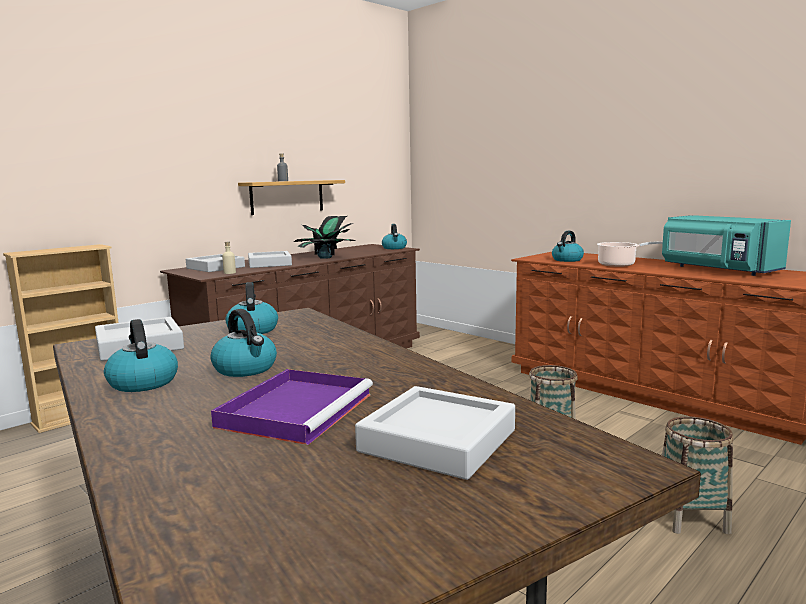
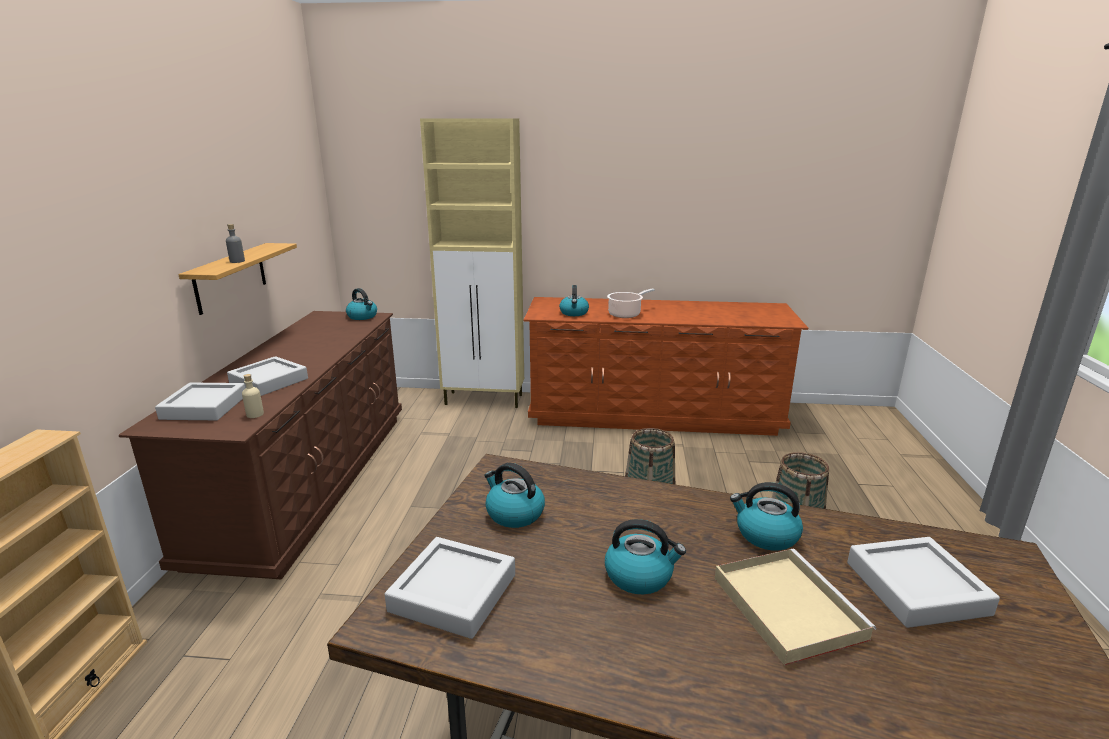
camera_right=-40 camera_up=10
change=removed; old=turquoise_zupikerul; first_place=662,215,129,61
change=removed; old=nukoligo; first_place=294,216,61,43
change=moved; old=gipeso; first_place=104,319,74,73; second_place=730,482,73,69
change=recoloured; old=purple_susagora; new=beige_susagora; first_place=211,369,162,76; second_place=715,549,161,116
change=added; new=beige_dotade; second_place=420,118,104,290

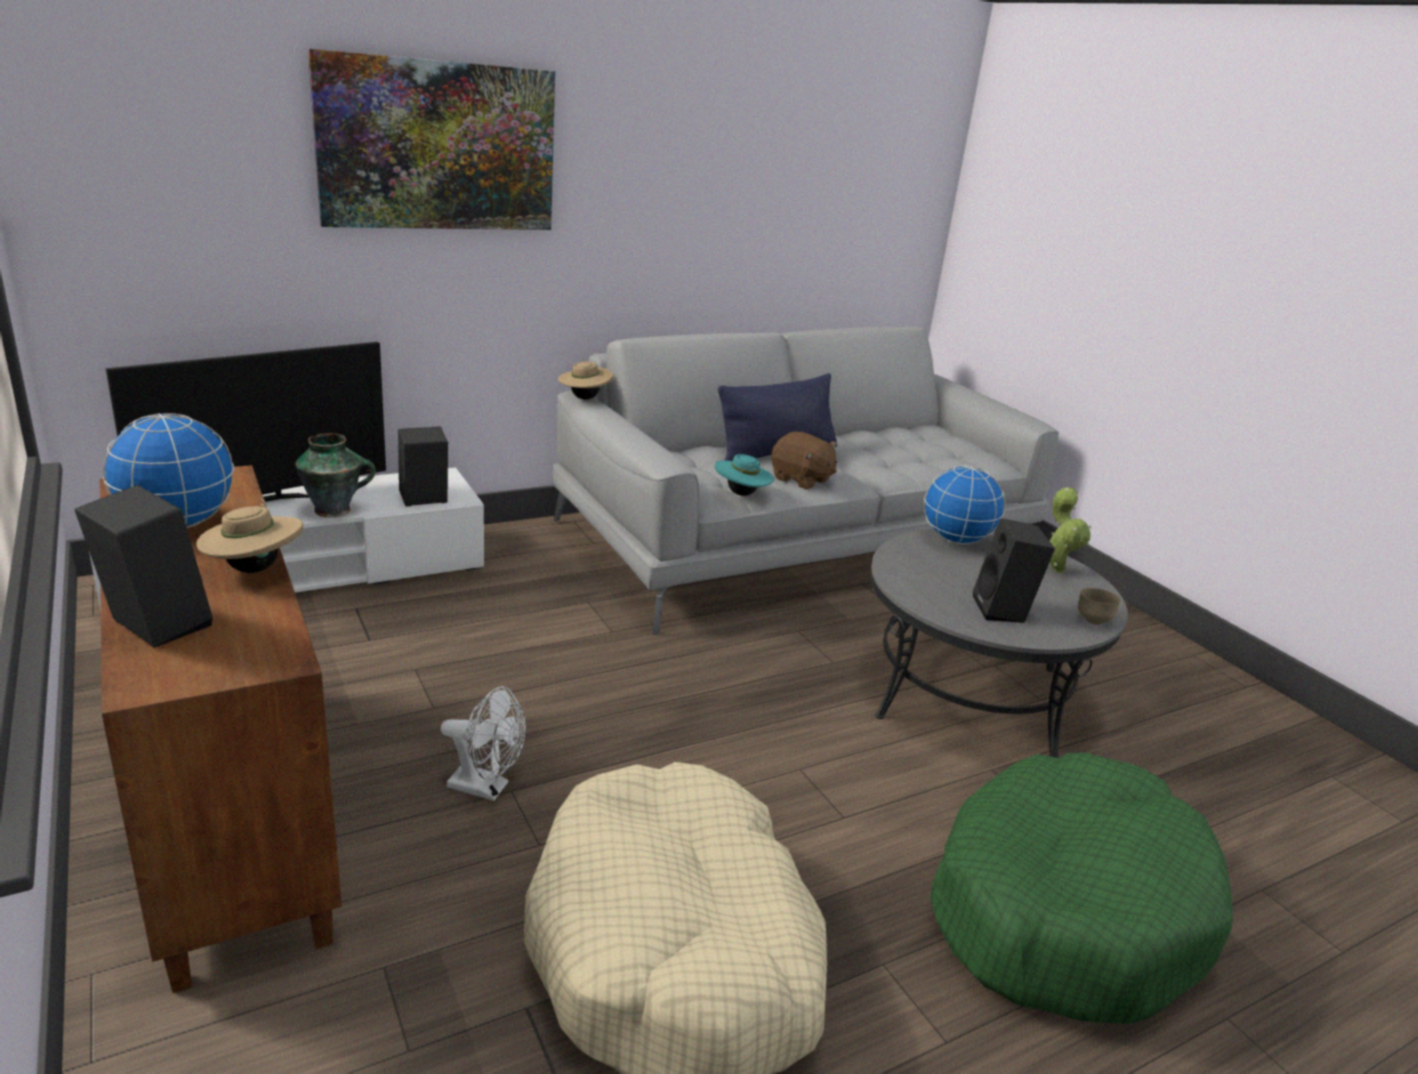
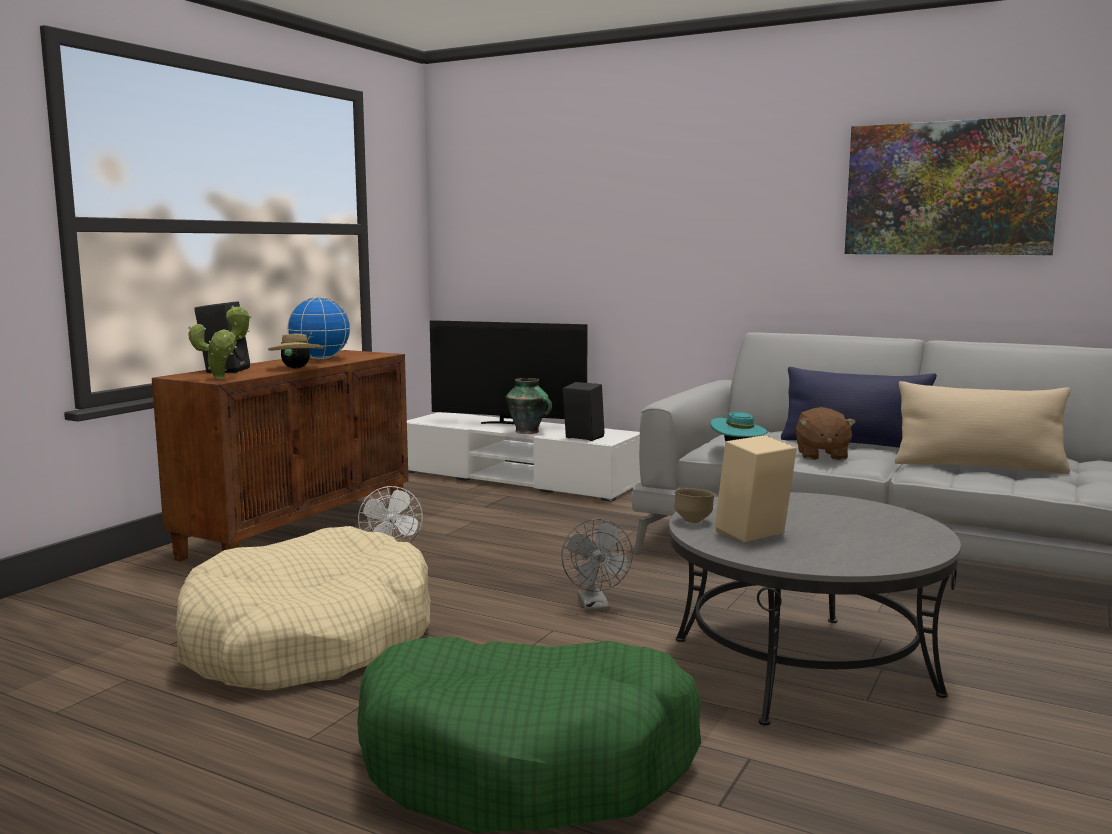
camera_right=60 camera_up=-15
change=moved; old=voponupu; first_place=308,48,247,182; second_place=845,114,221,141
change=removed; old=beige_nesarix; first_place=558,358,56,42
change=removed; old=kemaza; first_place=924,465,81,79
change=moved; old=nukoligo; first_place=1050,487,42,87; second_place=188,306,63,73
change=recoloured; old=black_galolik; new=beige_galolik; first_place=973,518,82,105; second_place=715,435,82,108
change=moved; old=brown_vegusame; first_place=1077,588,44,37; second_place=674,488,41,35
change=added; new=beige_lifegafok; second_place=895,381,176,93
change=added; new=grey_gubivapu; second_place=561,519,72,92

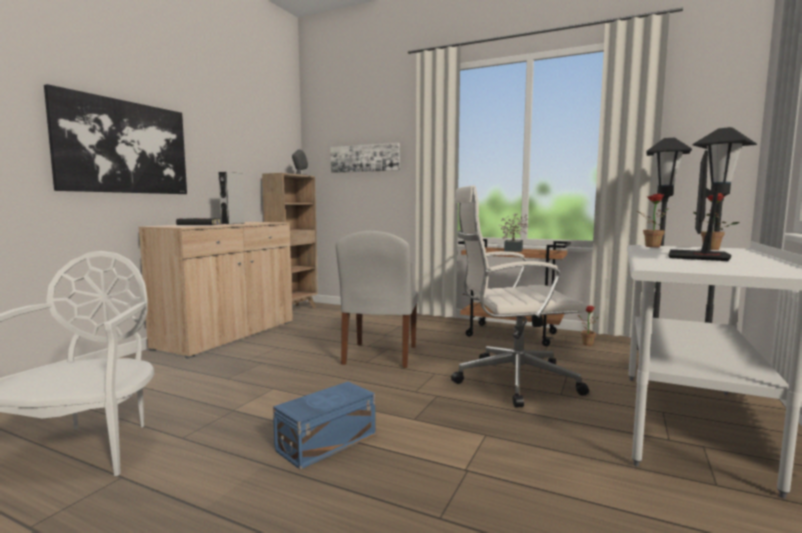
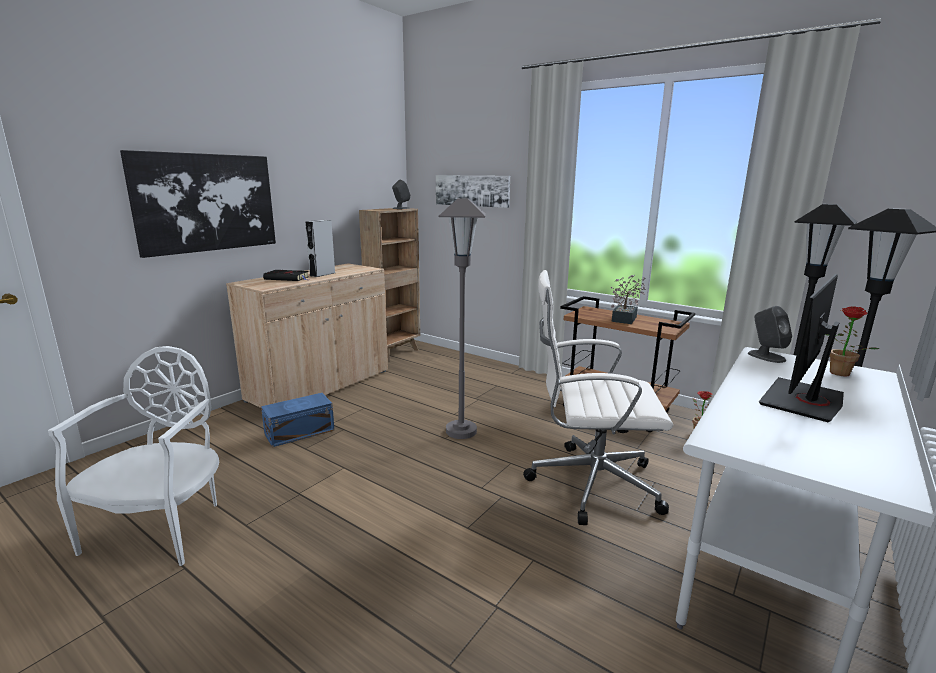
camera_right=10 camera_up=10
change=replaced; old=nukoligo; new=grey_galolik; first_place=637,194,32,53; second_place=748,306,44,57
change=replaced; old=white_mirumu; new=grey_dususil; first_place=336,231,82,137; second_place=439,198,46,241
change=moved; old=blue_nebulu; first_place=273,382,102,87; second_place=261,393,73,54

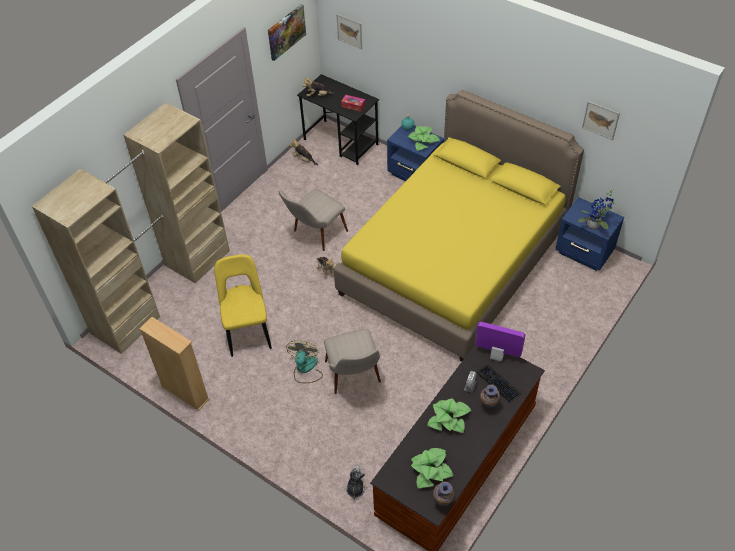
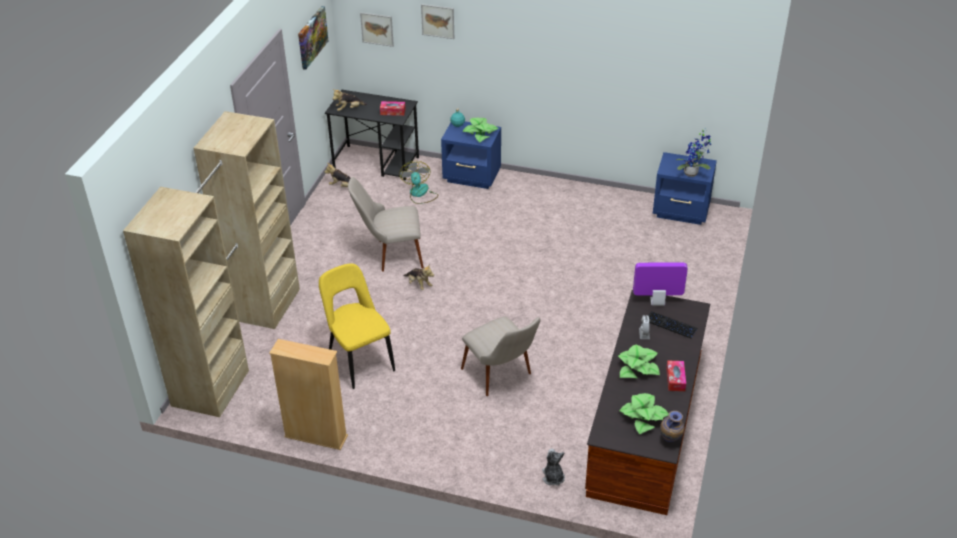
camera_right=-20 camera_up=-10
change=removed; old=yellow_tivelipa; first_place=334,90,250,272
change=moved; old=voponupu; first_place=582,101,38,39; second_place=421,4,33,35
change=turned; old=beige_mirumu; first_place=278,189,70,62; second_place=348,177,76,95; degrees=60
change=moved; old=gubivapu; first_place=286,340,37,43; second_place=399,161,40,43
change=removed; old=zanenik; first_place=480,385,21,23
change=added; new=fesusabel; second_place=666,360,20,31

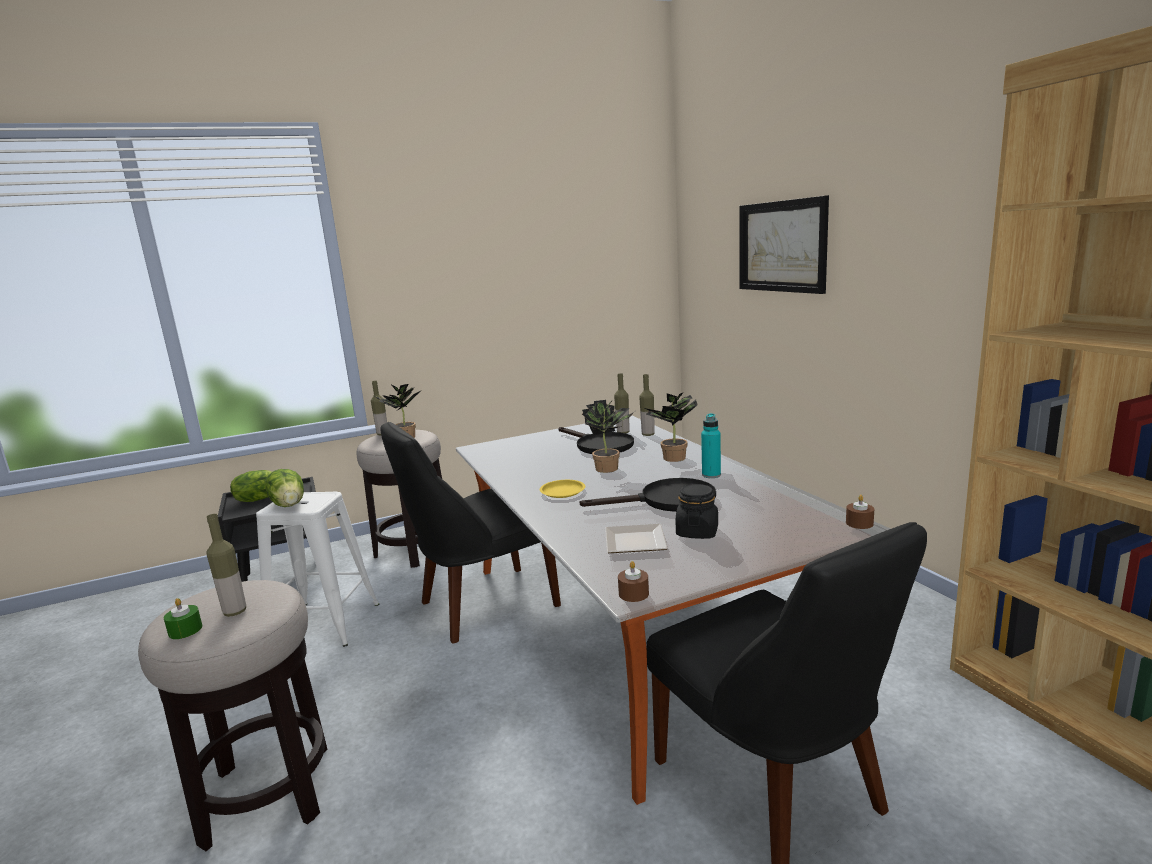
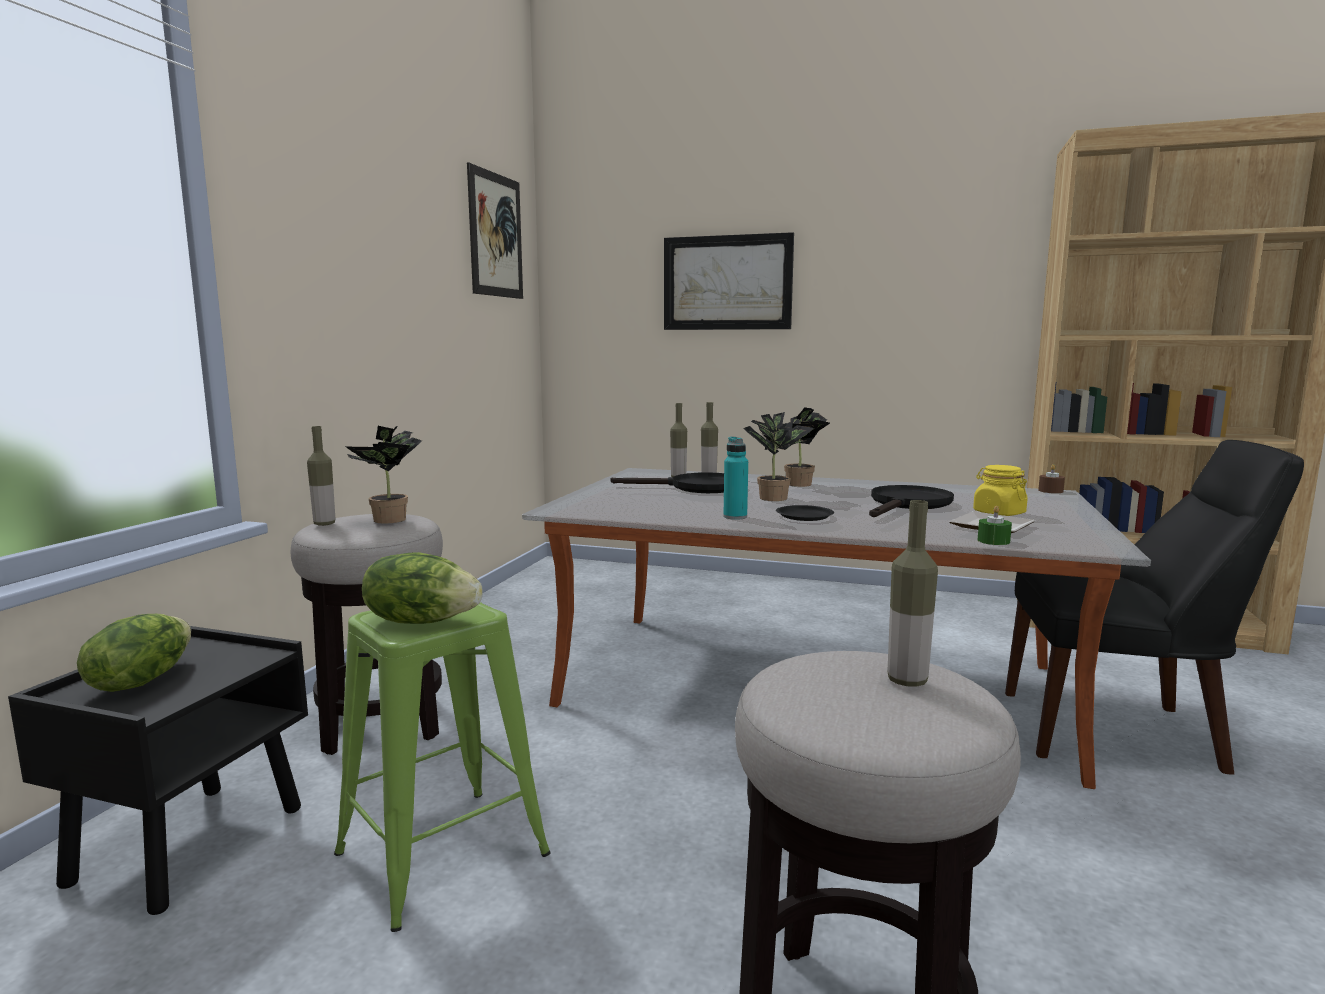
camera_right=-50 camera_up=-5
change=moved; old=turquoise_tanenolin; first_place=701,413,20,65; second_place=723,437,25,83
change=removed; old=black_mirumu; first_place=381,422,180,222
change=recoloured; old=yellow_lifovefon; new=black_lifovefon; first_place=539,480,46,18; second_place=776,505,58,16
change=recoloured; old=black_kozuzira; new=yellow_kozuzira; first_place=676,484,42,55; second_place=973,465,55,51
change=recoloured; old=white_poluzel; new=green_poluzel; first_place=256,492,123,155; second_place=334,602,217,330
change=removed; old=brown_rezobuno; first_place=618,561,31,41
change=moved; old=green_rezobuno; first_place=164,598,38,41; second_place=978,506,34,39
change=added; new=voponupu; second_place=467,162,56,137

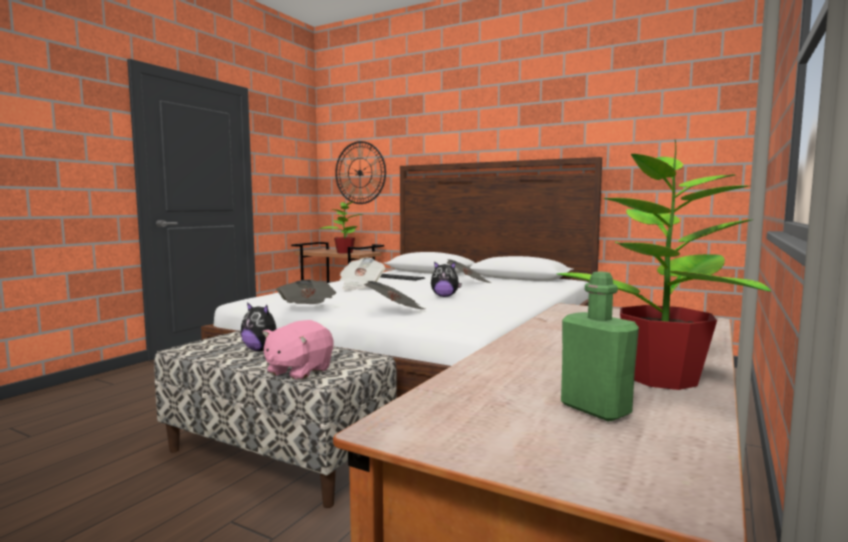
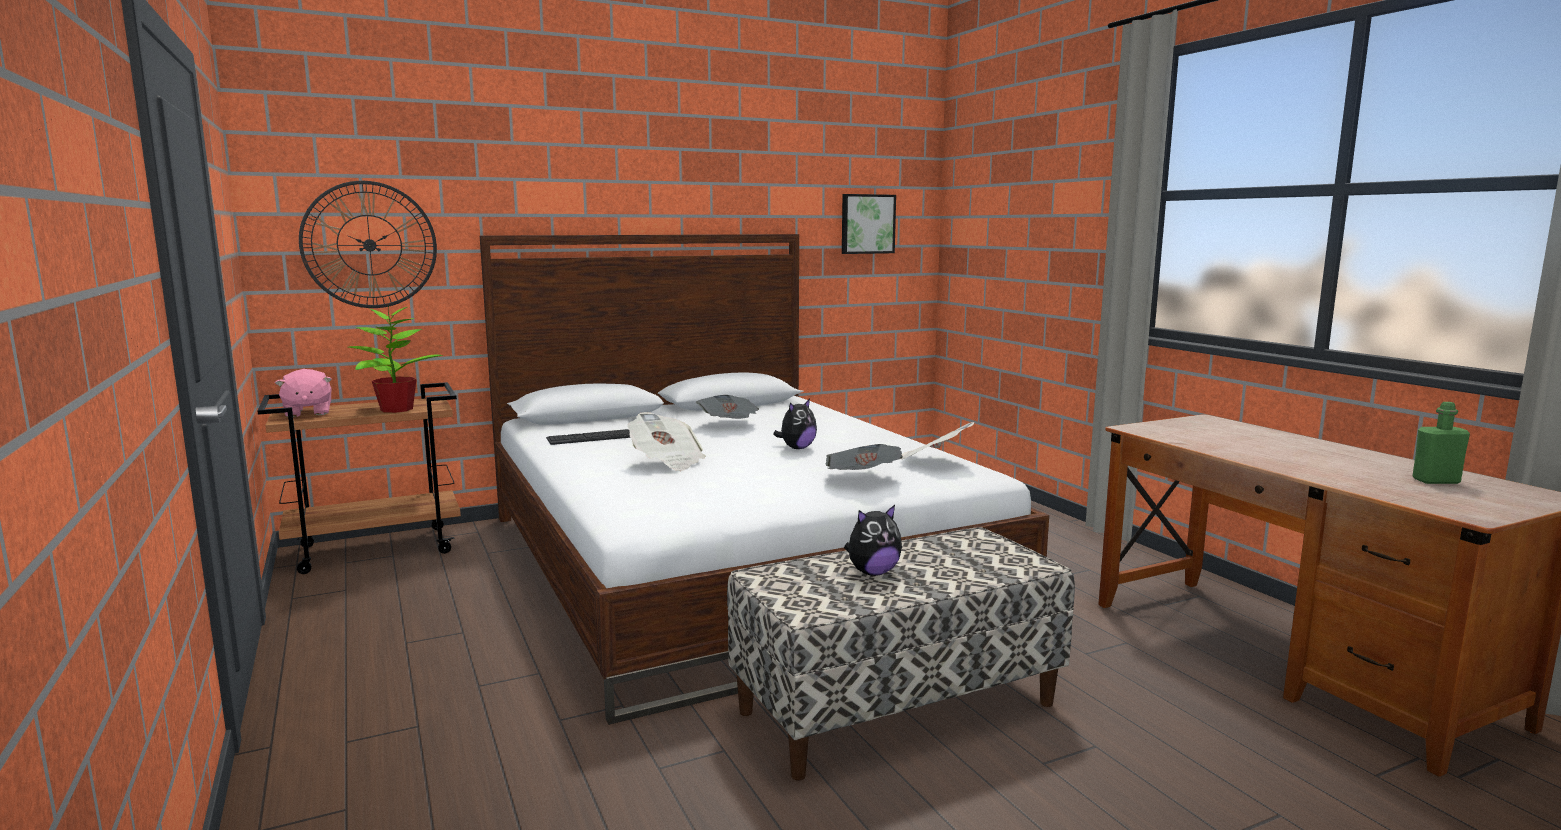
camera_right=-55 camera_up=5
change=removed; old=nukoligo; first_place=557,140,214,250
change=moved; old=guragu; first_place=276,280,60,24; second_place=901,422,74,38
change=moved; old=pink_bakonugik; first_place=262,320,72,60; second_place=275,369,57,48
change=added; new=voponupu; second_place=842,194,54,60

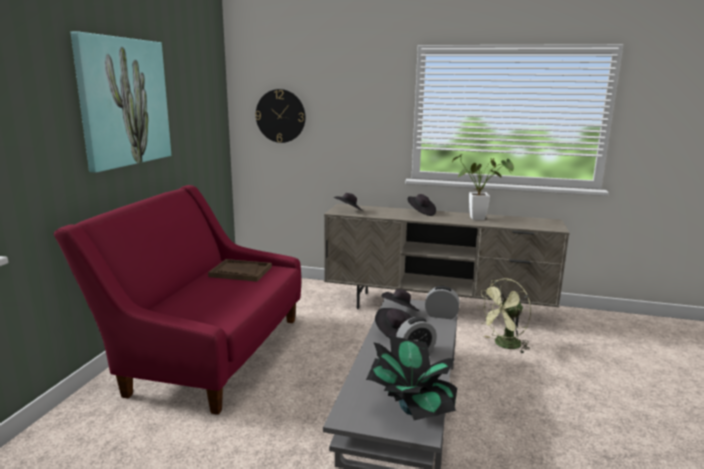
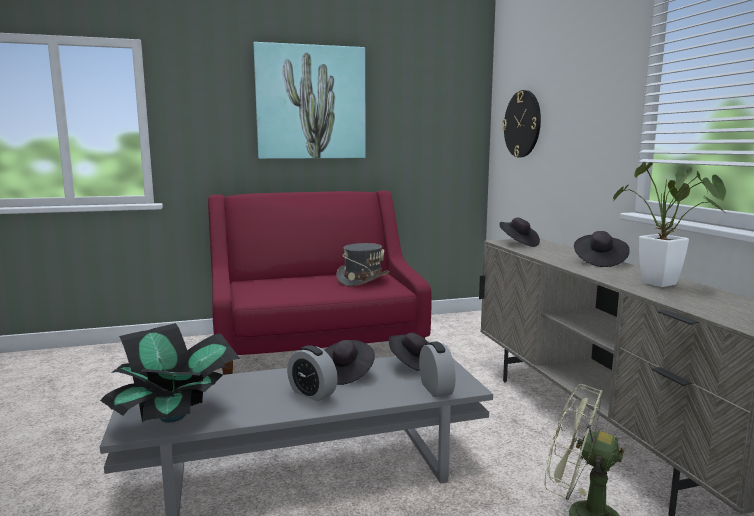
camera_right=60 camera_up=-5
change=replaced; old=brown_susagora; new=grey_nesarix; first_place=208,259,64,23; second_place=336,243,53,44

